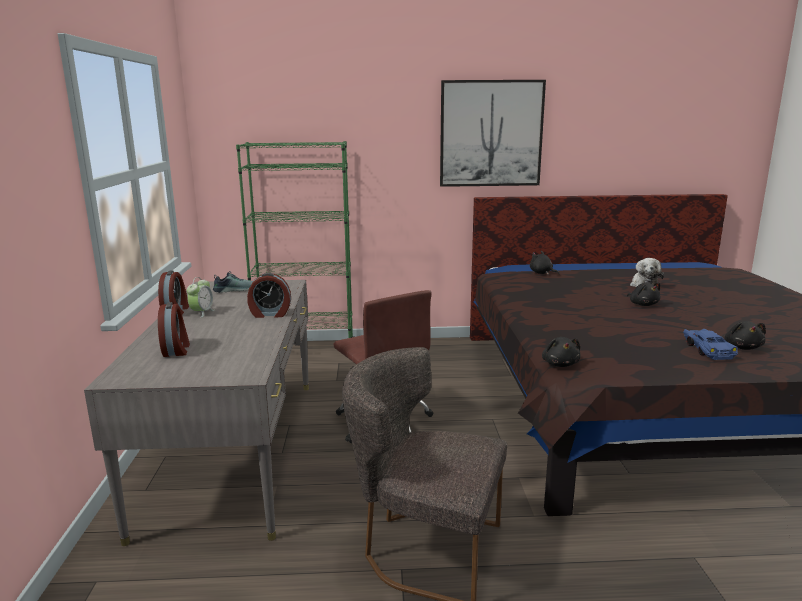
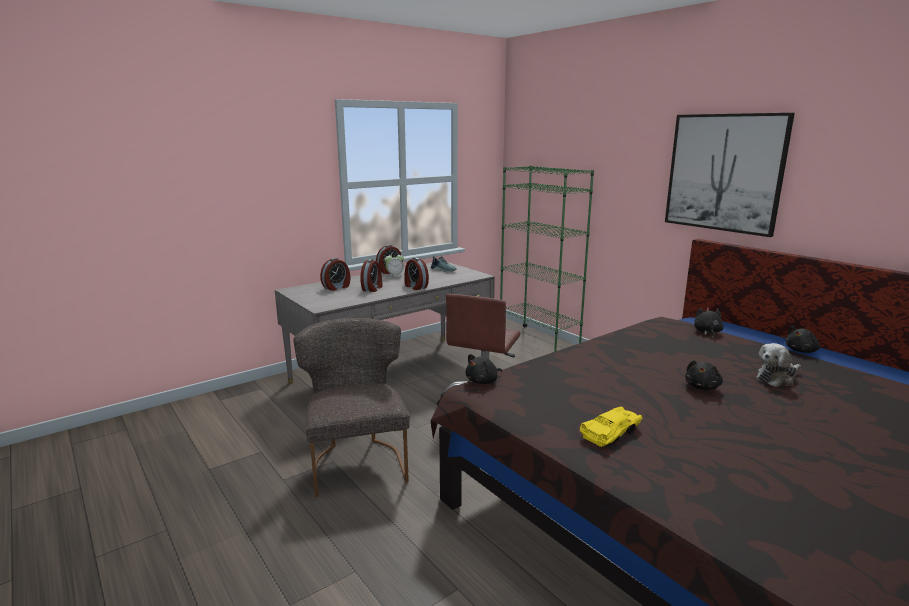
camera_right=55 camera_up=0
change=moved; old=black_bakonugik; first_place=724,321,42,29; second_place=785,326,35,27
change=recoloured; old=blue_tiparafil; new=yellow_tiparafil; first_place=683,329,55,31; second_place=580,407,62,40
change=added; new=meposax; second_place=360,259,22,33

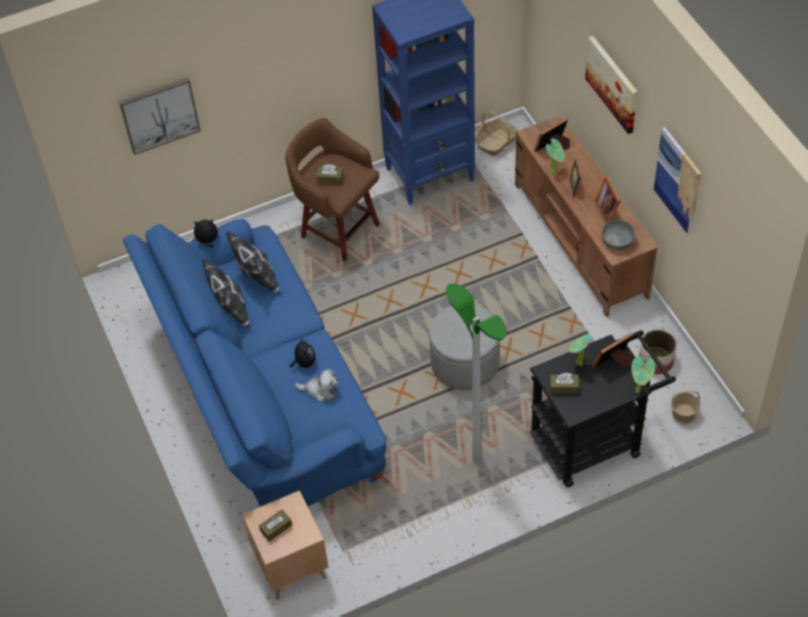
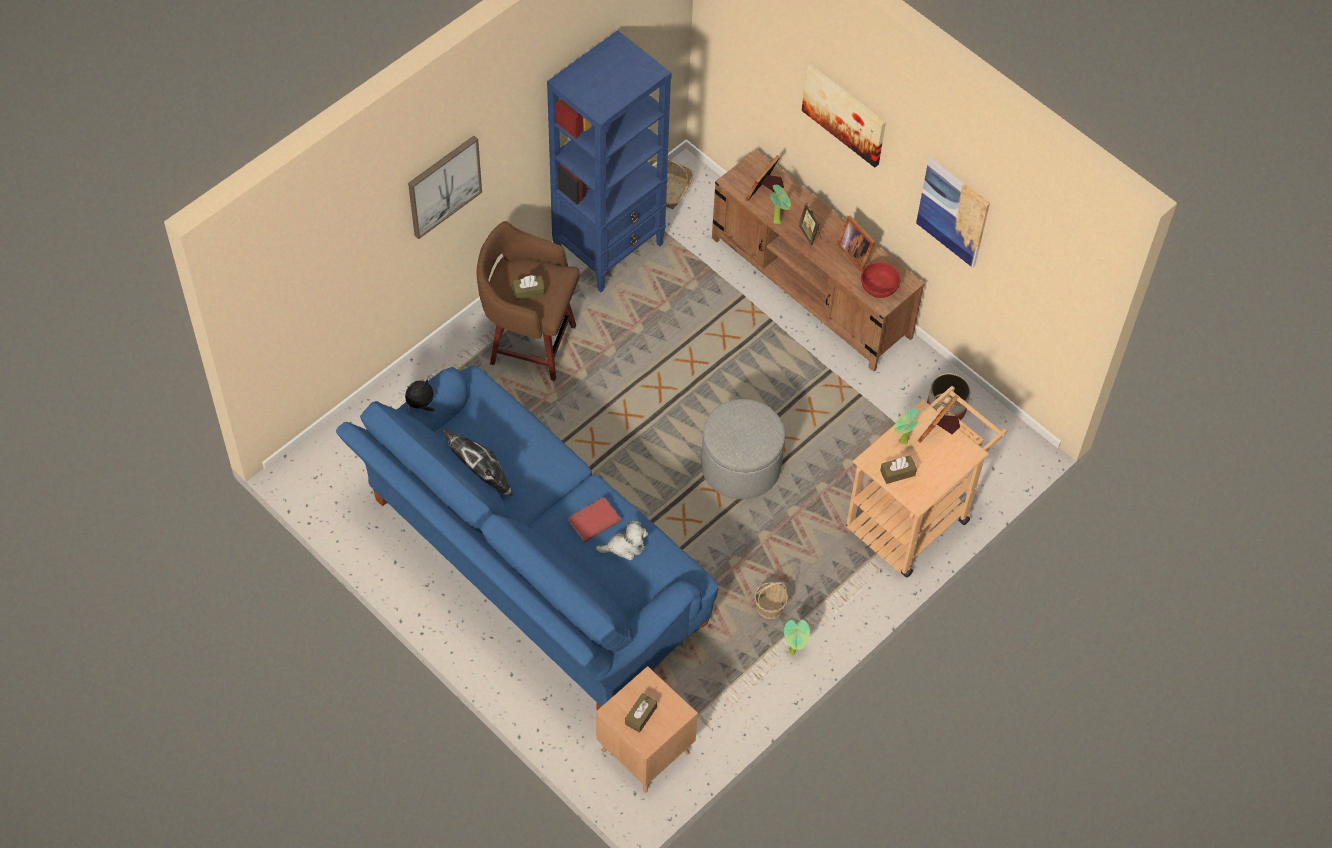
camera_right=-25 camera_up=5
change=moved; old=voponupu; first_place=119,78,82,77; second_place=408,136,74,103
change=recoloured; old=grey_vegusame; new=red_vegusame; first_place=602,220,34,30; second_place=861,262,39,36
change=removed; old=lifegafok; first_place=226,231,55,63
change=removed; old=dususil; first_place=446,283,61,181
change=recoloured; old=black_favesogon; new=beige_favesogon; first_place=530,330,146,158; second_place=846,386,161,191
change=replaced; old=bakonugik; new=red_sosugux; first_place=290,337,26,31; second_place=568,497,54,45
change=moved; old=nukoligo; first_place=631,356,24,37; second_place=784,620,26,35
change=moved; old=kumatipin; first_place=671,390,29,34; second_place=754,582,34,37

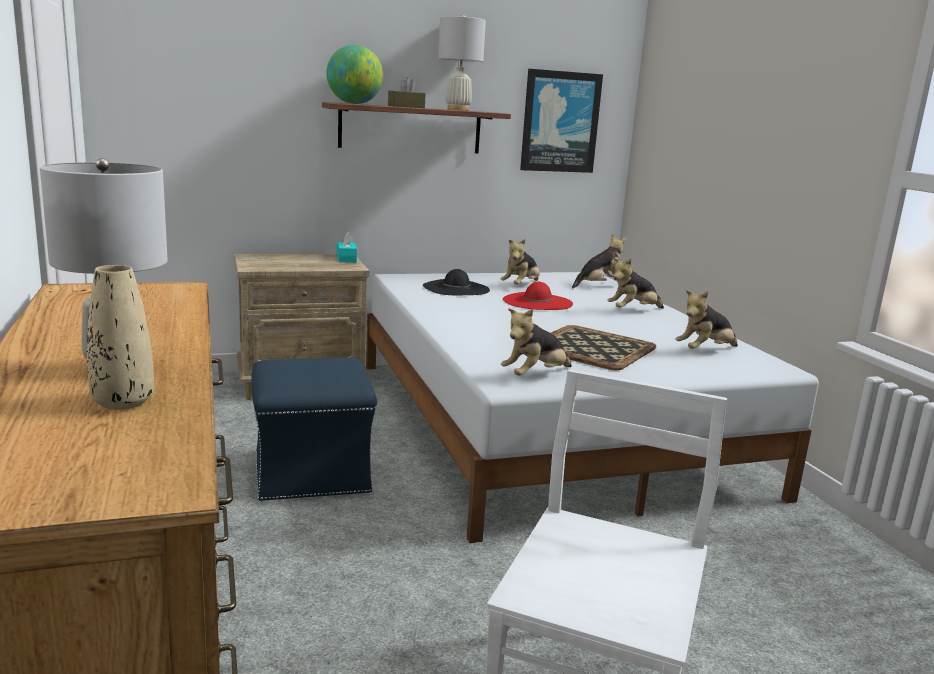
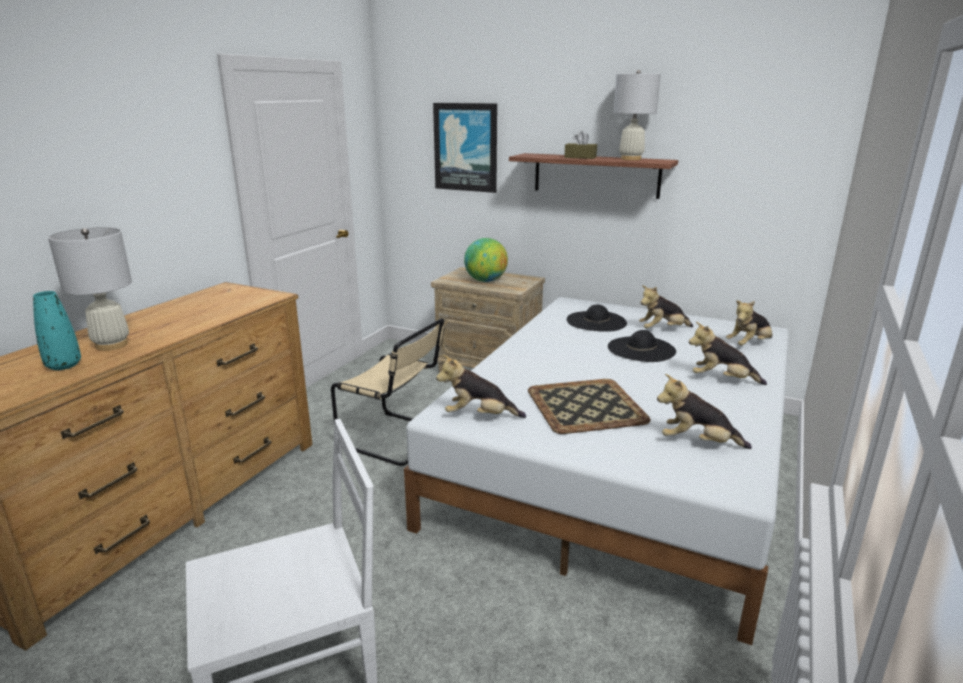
camera_right=45 camera_up=5
change=moved; old=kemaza; first_place=326,45,57,59; second_place=464,238,44,44
change=moved; old=voponupu; first_place=520,69,83,104; second_place=433,103,64,90
change=removed; old=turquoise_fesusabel; first_place=337,232,20,31
change=turned; old=bakonugik; first_place=572,234,55,55; second_place=726,300,47,45; degrees=135
change=recoloured; old=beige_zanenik; new=turquoise_zanenik; first_place=87,265,67,145; second_place=33,291,48,79
change=recoloured; old=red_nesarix; new=black_nesarix; first_place=503,282,70,28; second_place=608,330,68,32
change=replaced; old=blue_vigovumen; new=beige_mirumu; first_place=251,358,126,143; second_place=331,318,114,148

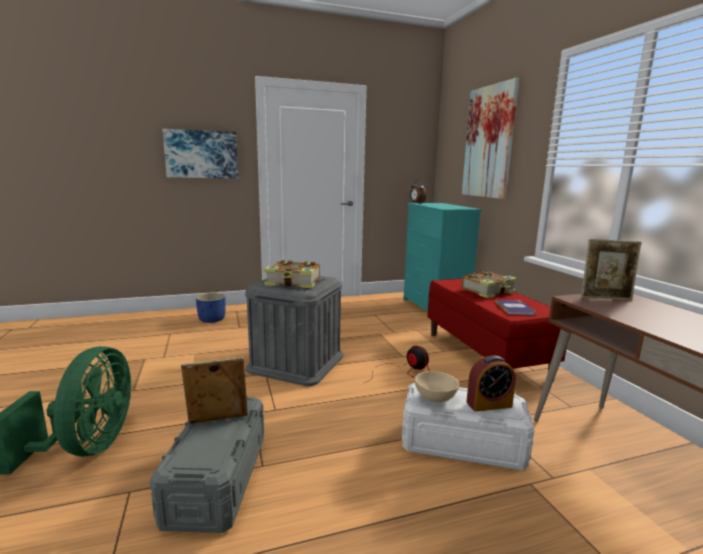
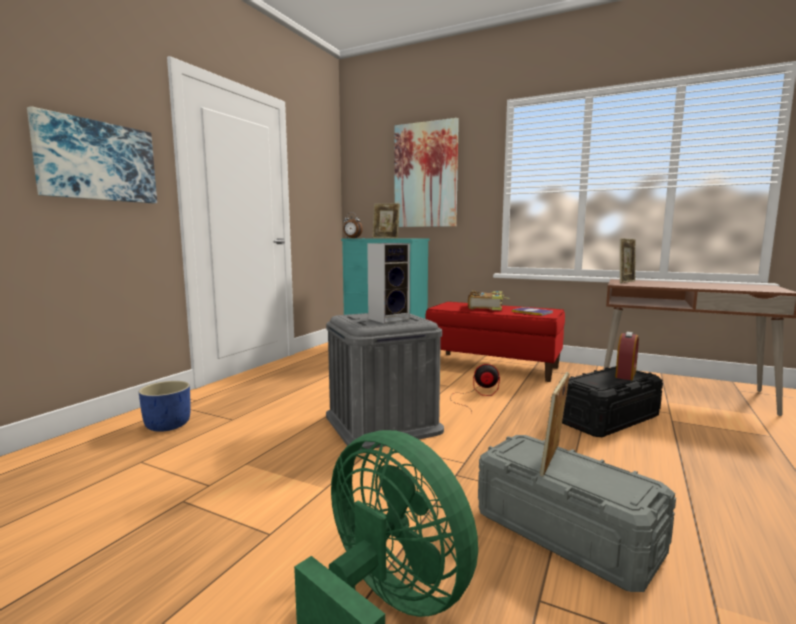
camera_right=-45 camera_up=-5
change=replaced; old=sosugux; new=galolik; first_place=264,260,56,28; second_place=367,243,43,80
change=removed; old=beige_vegusame; first_place=415,371,44,31
change=recoloured; old=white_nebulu; new=black_nebulu; first_place=402,383,133,87; second_place=562,366,101,71
change=added; new=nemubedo; second_place=372,203,28,35

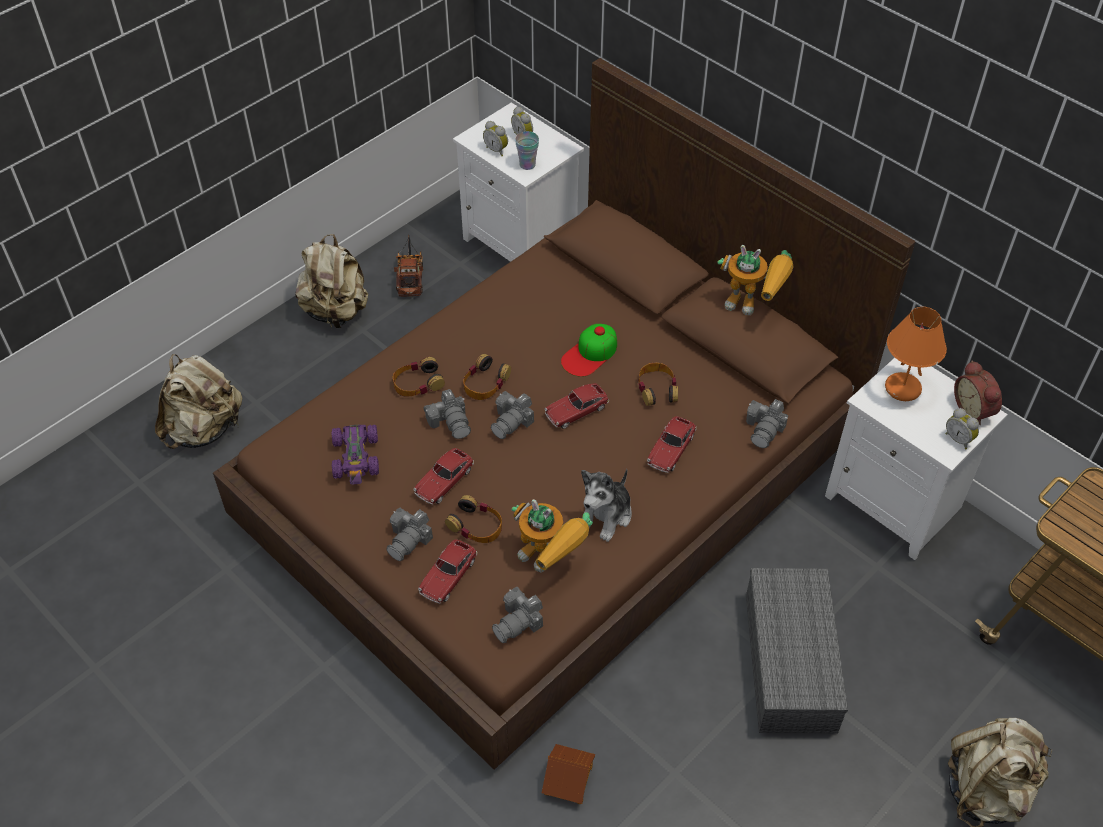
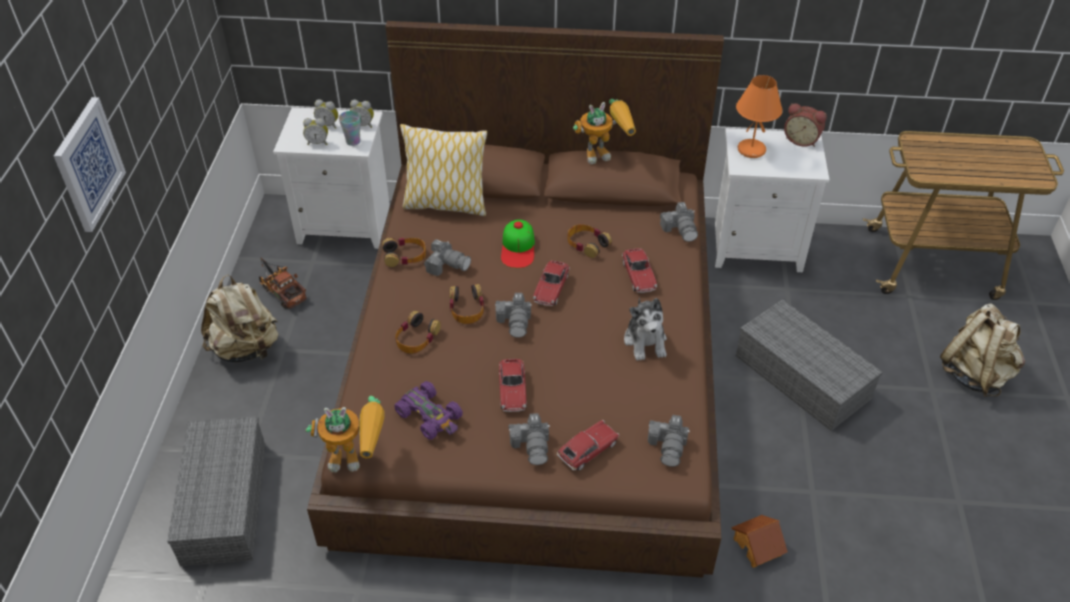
camera_right=-40 camera_up=-5
change=replaced; old=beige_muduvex; new=grey_nebulu; first_place=155,354,87,95; second_place=167,416,98,150
change=moved; old=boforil; first_place=424,389,47,50; second_place=424,239,47,37
change=moved; old=meposax; first_place=945,408,34,42; second_place=350,100,24,28
change=moved; old=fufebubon; first_place=445,495,57,48; second_place=382,238,44,29
change=moved; old=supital; first_place=511,499,82,74; second_place=306,396,79,76
change=turned; old=tiparafil; first_place=418,539,59,65; second_place=557,420,63,50; degrees=-120
change=added; new=voponupu; second_place=54,97,72,135
change=added; new=lifegafok; second_place=400,124,87,92

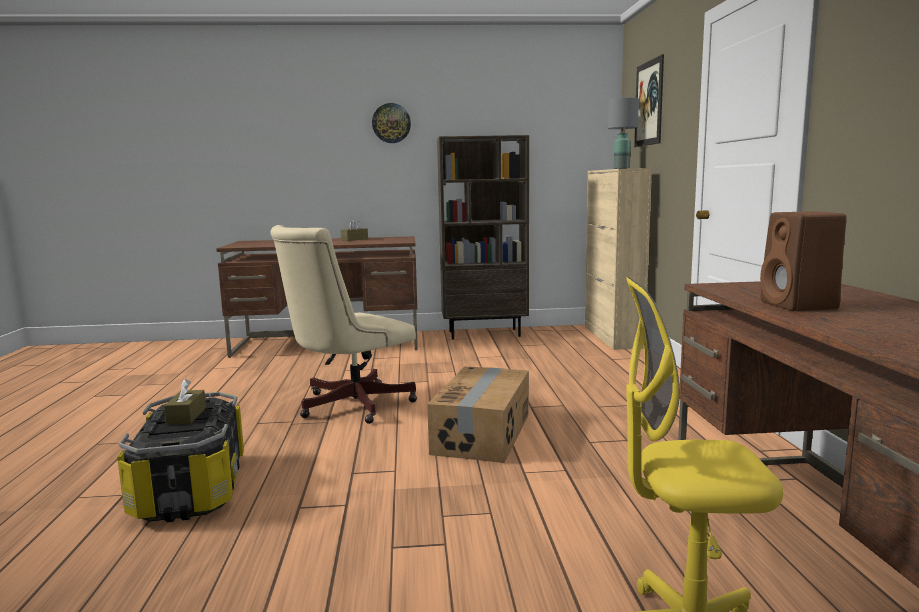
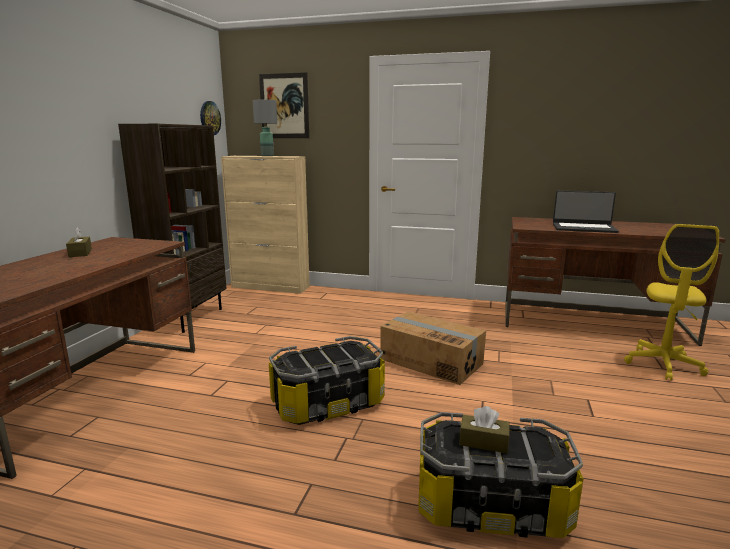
camera_right=-70 camera_up=5
change=moved; old=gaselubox; first_place=372,103,39,40; second_place=200,101,21,34
change=replaced; old=brown_galolik; new=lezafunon; first_place=760,211,87,100; second_place=553,191,66,42
change=replaced; old=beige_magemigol; new=nebulu; first_place=270,225,147,199; second_place=269,336,116,89

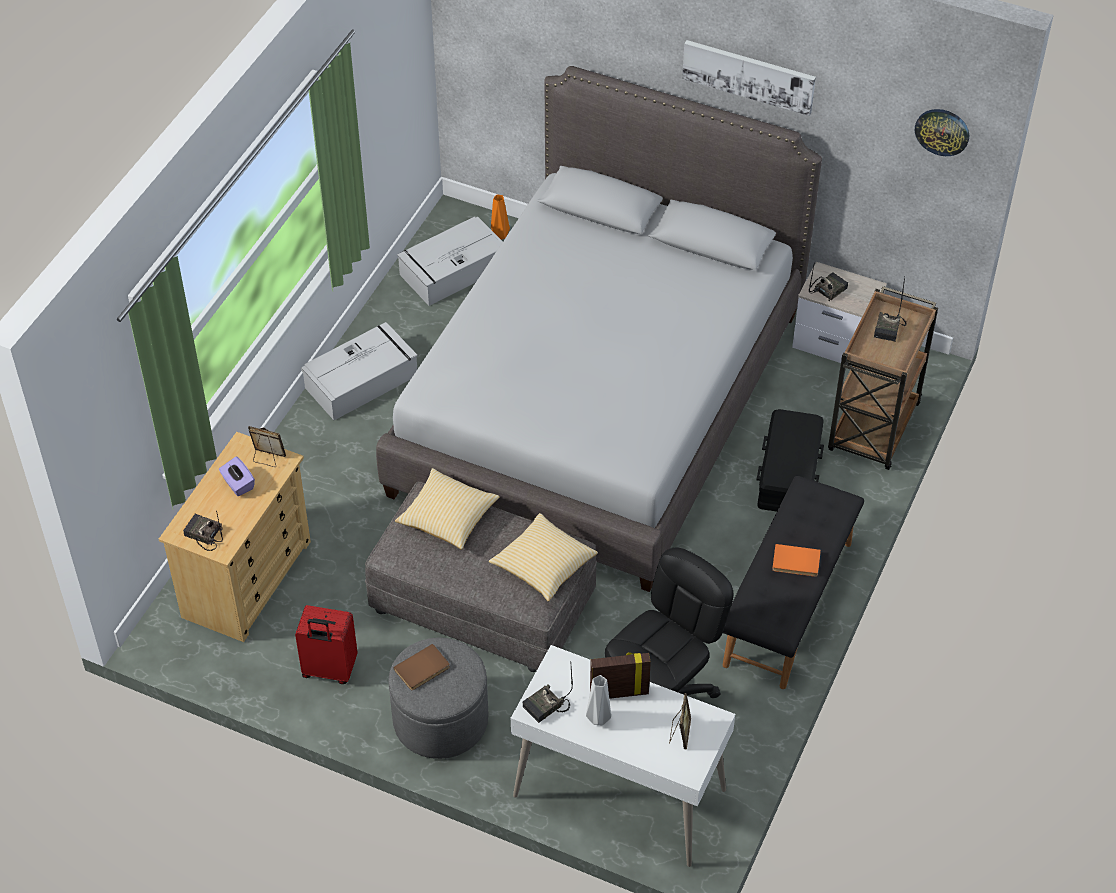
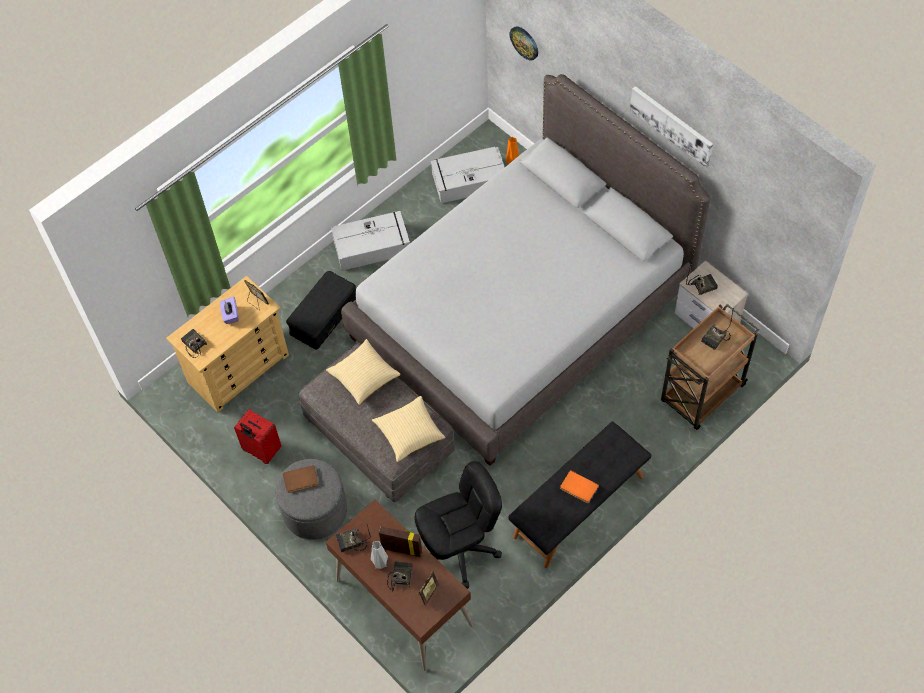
camera_right=25 camera_up=10
change=moved; old=gaselubox; first_place=915,109,54,47; second_place=509,26,29,35
change=moved; old=black_nebulu; first_place=756,409,68,103; second_place=286,271,70,78
change=recoloured; old=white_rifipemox; new=brown_rifipemox; first_place=511,645,224,222; second_place=326,500,147,171
change=added; new=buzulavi; second_place=387,561,26,30

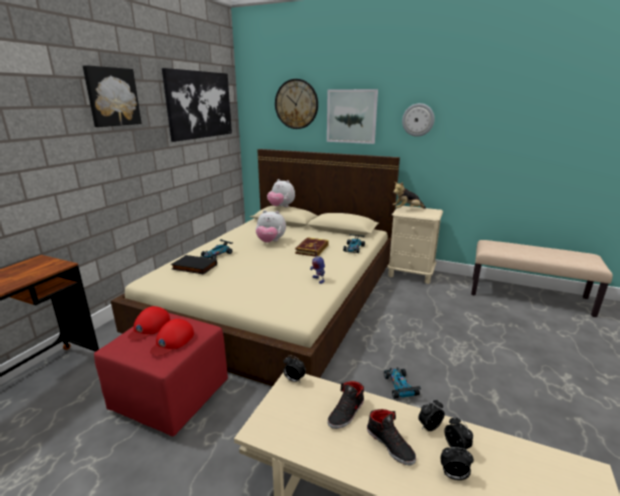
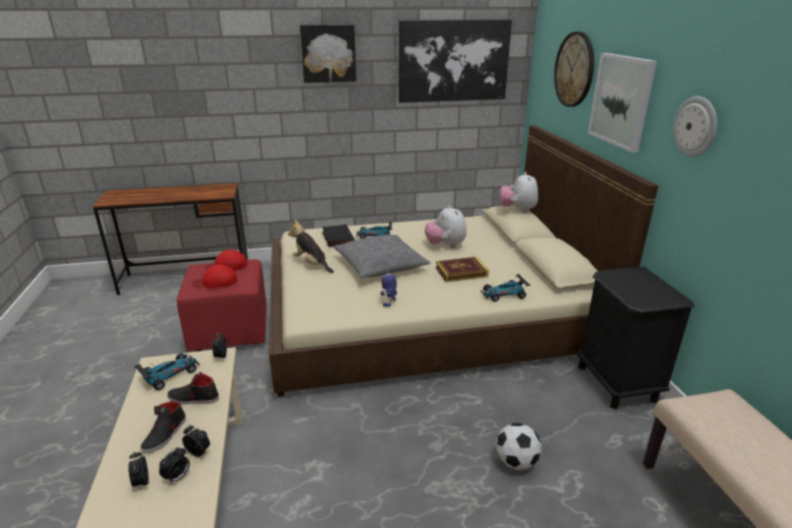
camera_right=55 camera_up=5
change=moved; old=bakonugik; first_place=393,182,33,27; second_place=288,220,46,53
change=recoloured; old=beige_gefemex; new=black_gefemex; first_place=387,206,56,78; second_place=578,267,117,143
change=moved; old=tiparafil; first_place=384,367,37,32; second_place=135,353,65,37
change=added; new=grey_lifegafok; second_place=334,234,97,44
change=added; new=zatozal; second_place=496,423,46,47

